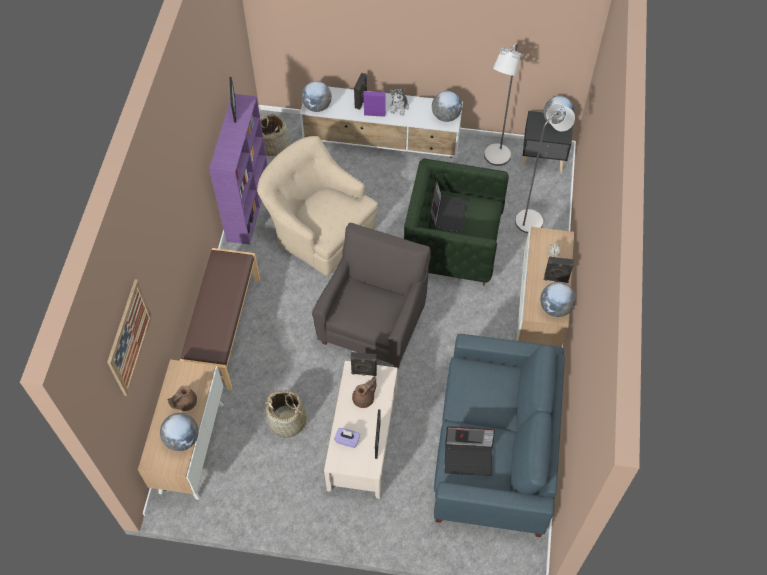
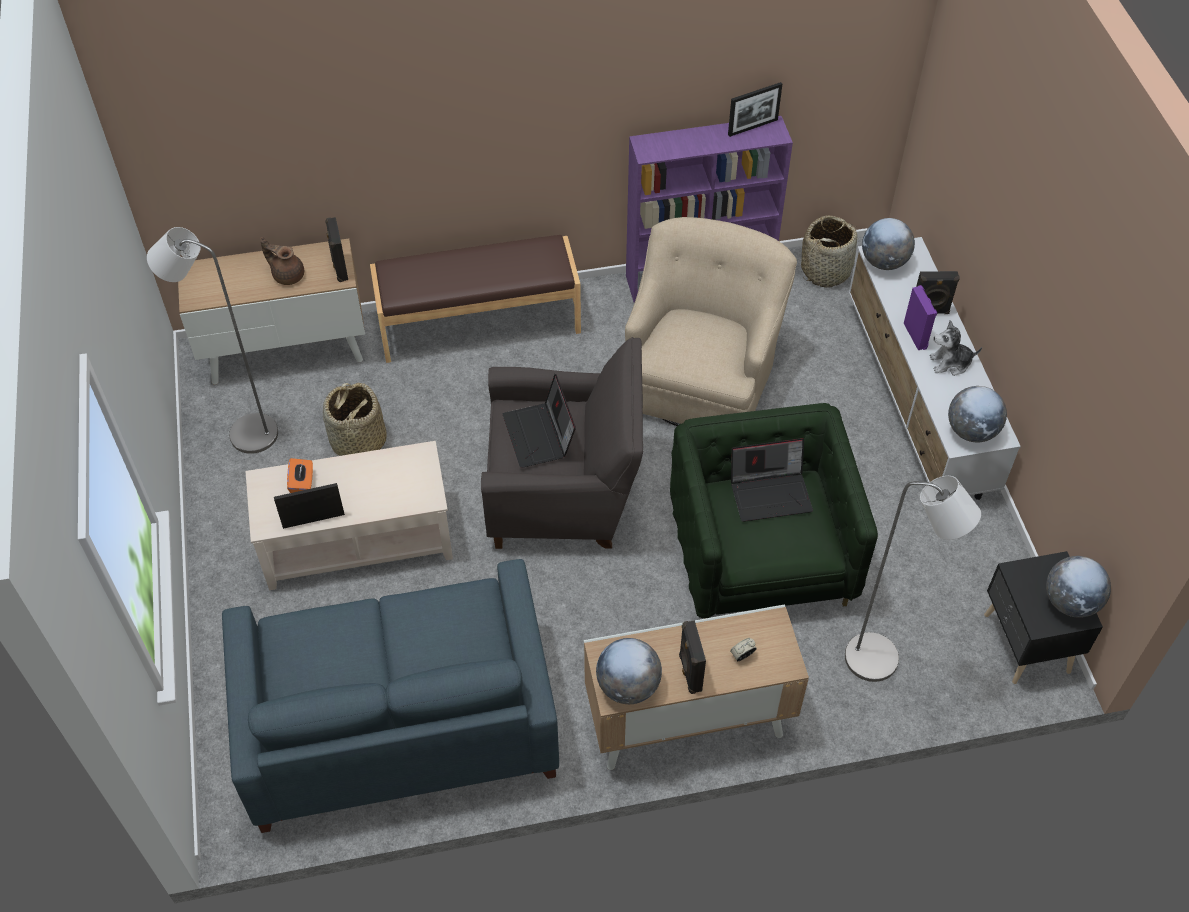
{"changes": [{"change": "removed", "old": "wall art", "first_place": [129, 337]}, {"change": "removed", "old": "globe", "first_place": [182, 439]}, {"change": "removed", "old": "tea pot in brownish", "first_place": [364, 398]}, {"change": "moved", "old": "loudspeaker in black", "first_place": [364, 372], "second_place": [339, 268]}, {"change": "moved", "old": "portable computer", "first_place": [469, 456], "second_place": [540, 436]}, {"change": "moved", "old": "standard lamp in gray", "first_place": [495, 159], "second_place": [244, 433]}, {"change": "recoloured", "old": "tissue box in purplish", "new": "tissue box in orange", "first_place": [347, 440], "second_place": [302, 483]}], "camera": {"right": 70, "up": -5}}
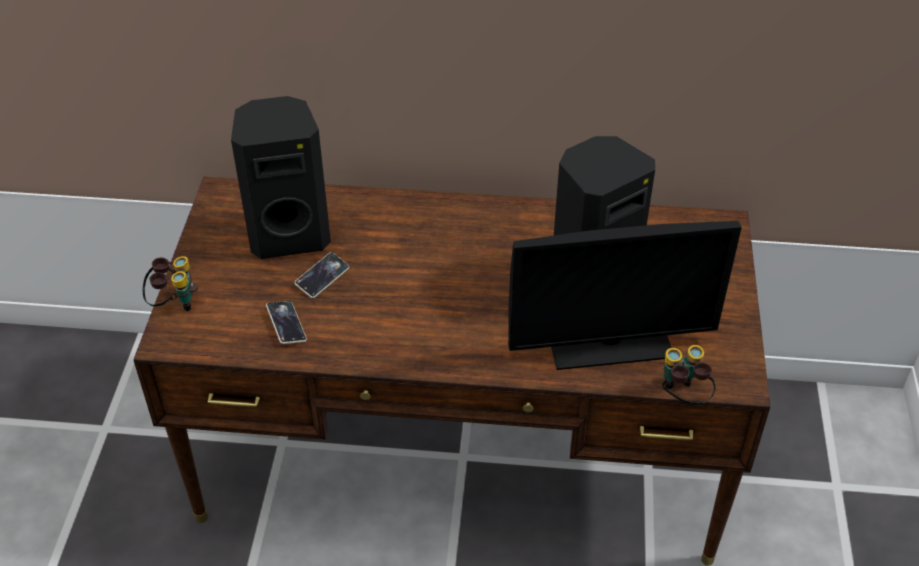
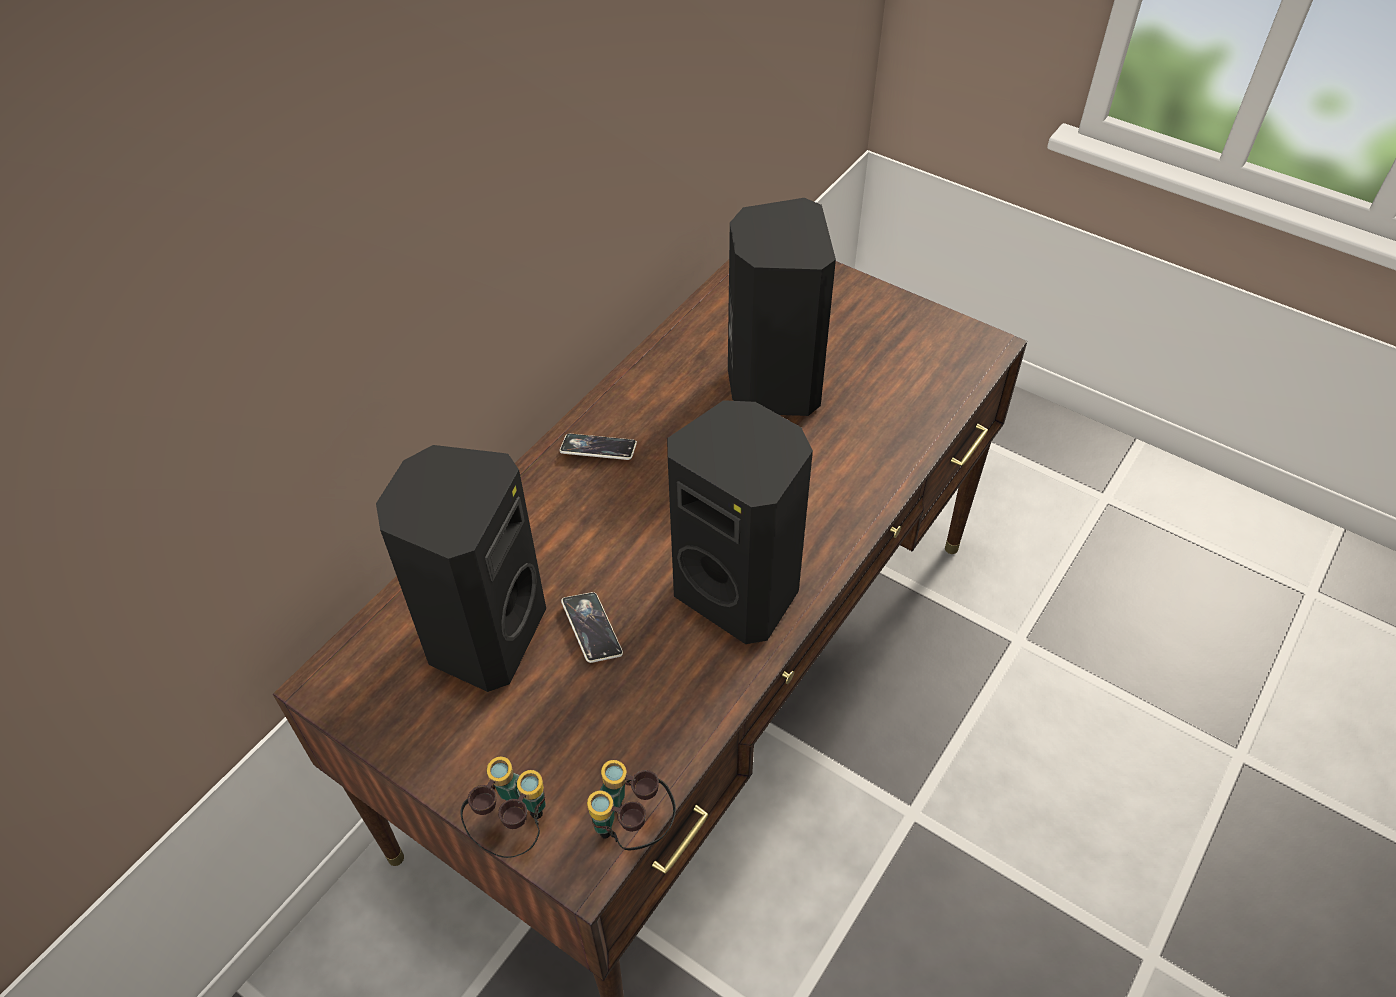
{"changes": [{"change": "removed", "old": "computer screen", "first_place": [609, 343]}, {"change": "added", "new": "loudspeaker in black", "second_place": [740, 591]}, {"change": "moved", "old": "phone", "first_place": [286, 325], "second_place": [598, 450]}, {"change": "moved", "old": "field glasses", "first_place": [682, 397], "second_place": [632, 827]}], "camera": {"right": -60, "up": 5}}
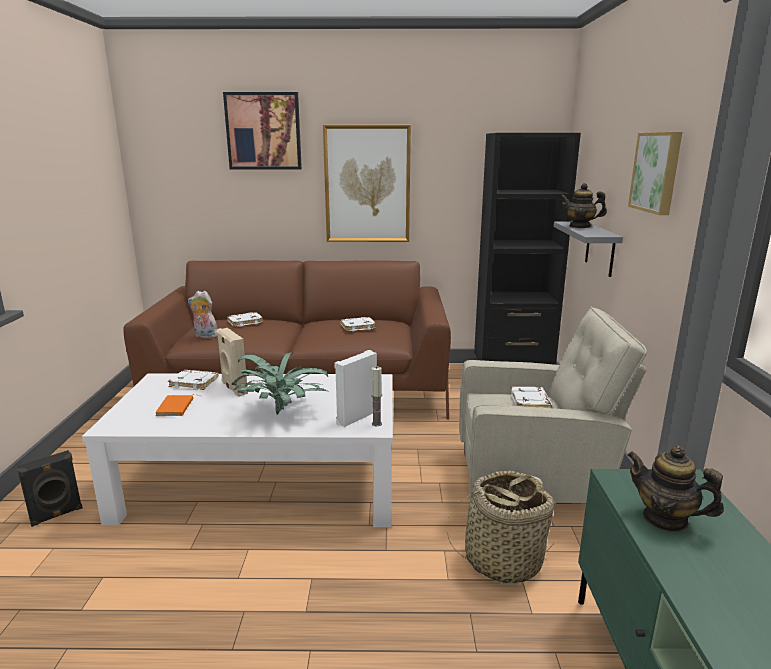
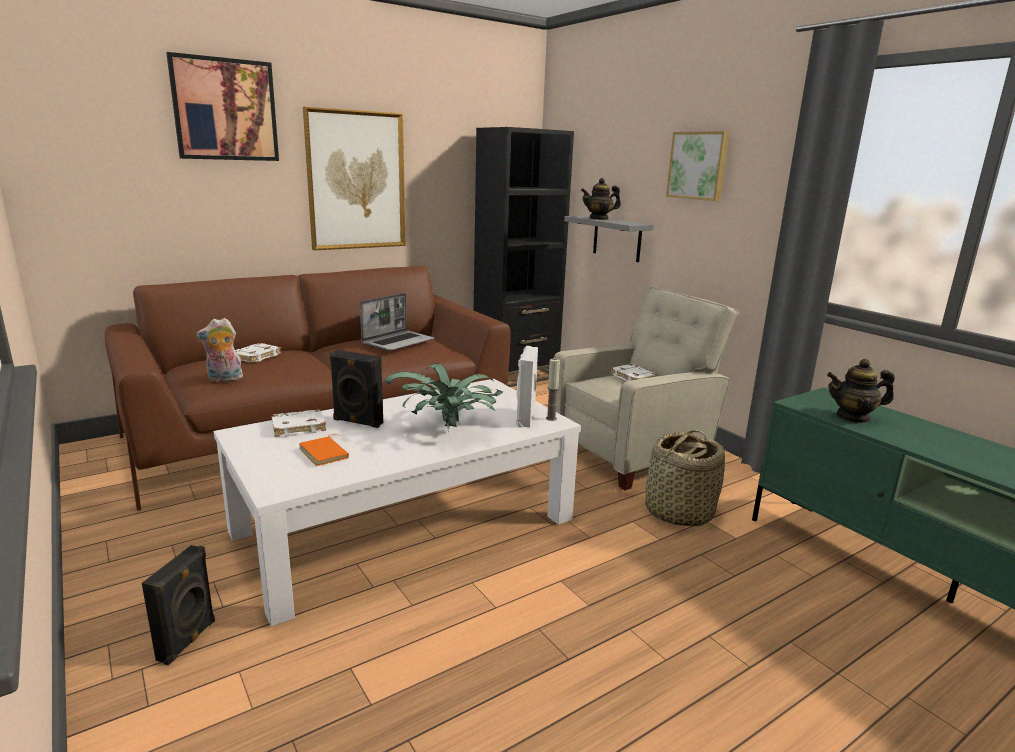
{"changes": [{"change": "replaced", "old": "book in white", "new": "portable computer", "first_place": [358, 326], "second_place": [398, 342]}, {"change": "recoloured", "old": "loudspeaker in sand-coloured", "new": "loudspeaker in black", "first_place": [233, 388], "second_place": [357, 422]}], "camera": {"right": -35, "up": 0}}
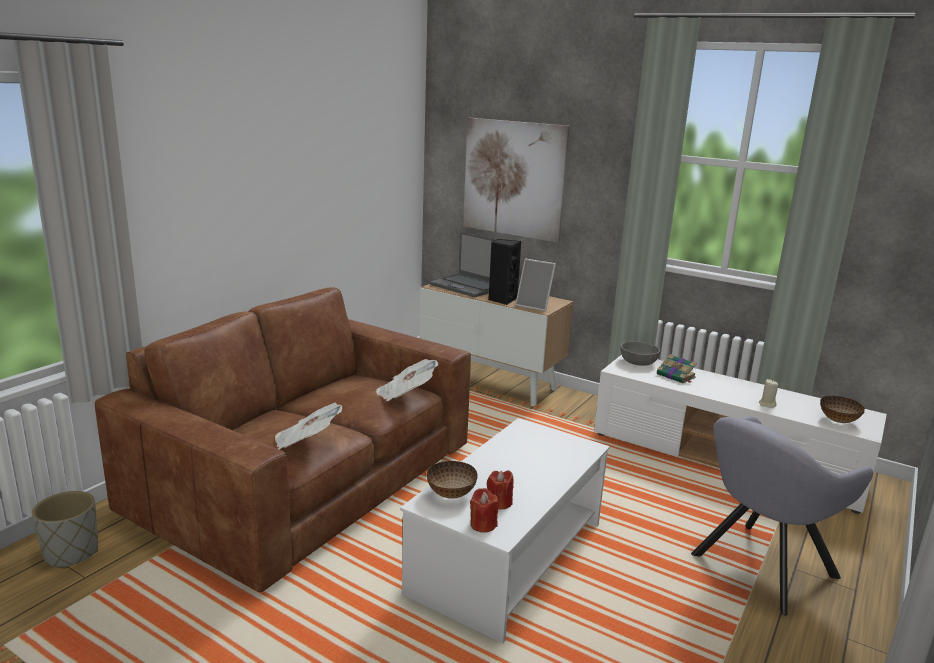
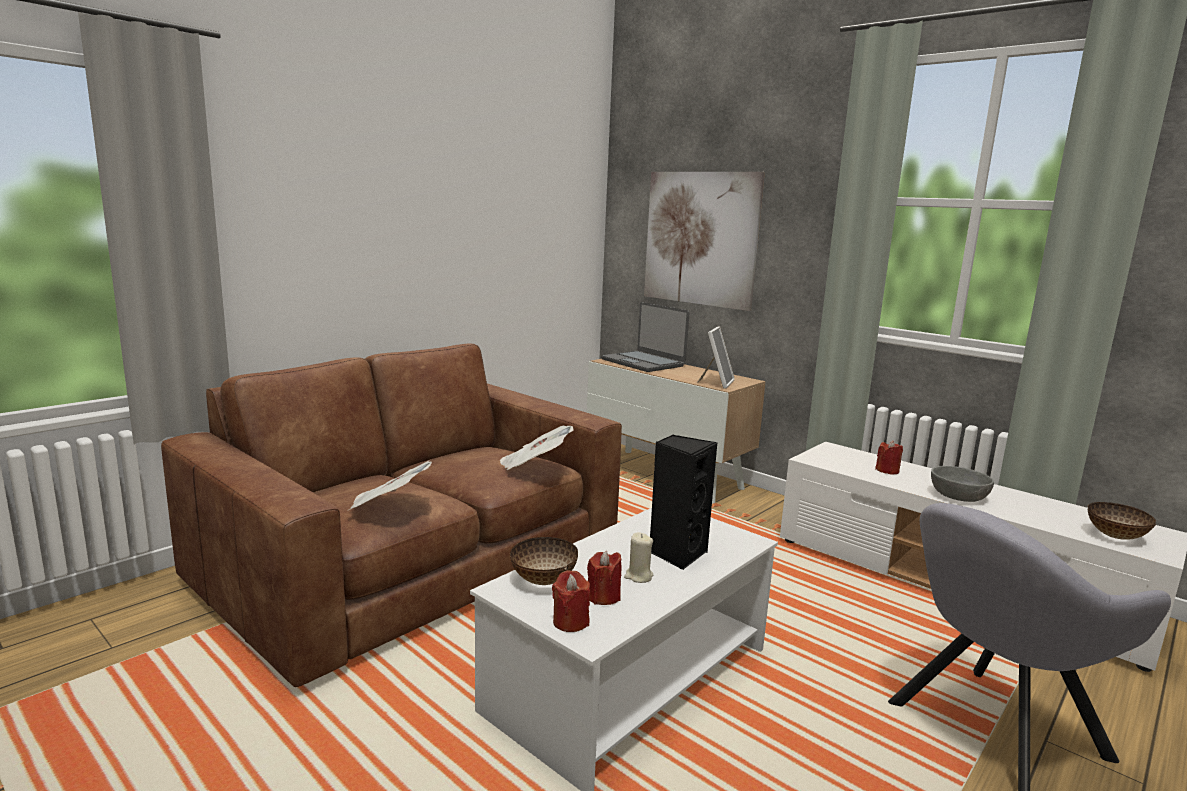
{"changes": [{"change": "removed", "old": "flower pot in gray", "first_place": [71, 553]}, {"change": "moved", "old": "loudspeaker in black", "first_place": [502, 300], "second_place": [676, 554]}, {"change": "moved", "old": "serving bowl in gray", "first_place": [638, 362], "second_place": [958, 496]}, {"change": "moved", "old": "wax candle in sand-coloured", "first_place": [767, 404], "second_place": [638, 576]}, {"change": "replaced", "old": "book", "new": "wax candle in red-coloured", "first_place": [676, 376], "second_place": [887, 471]}, {"change": "turned", "old": "standing frame", "first_place": [534, 306], "second_place": [716, 383], "degrees": -105}], "camera": {"right": 10, "up": -5}}
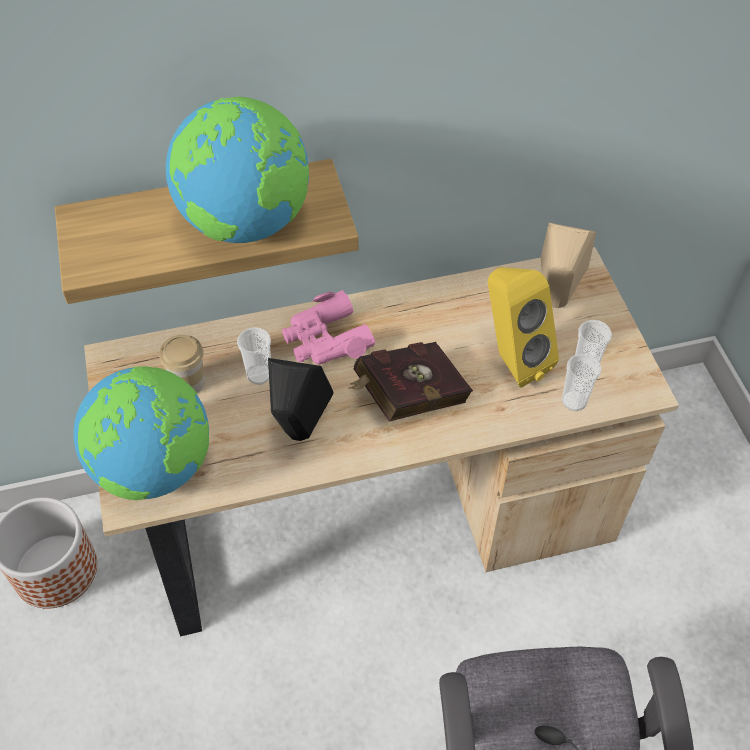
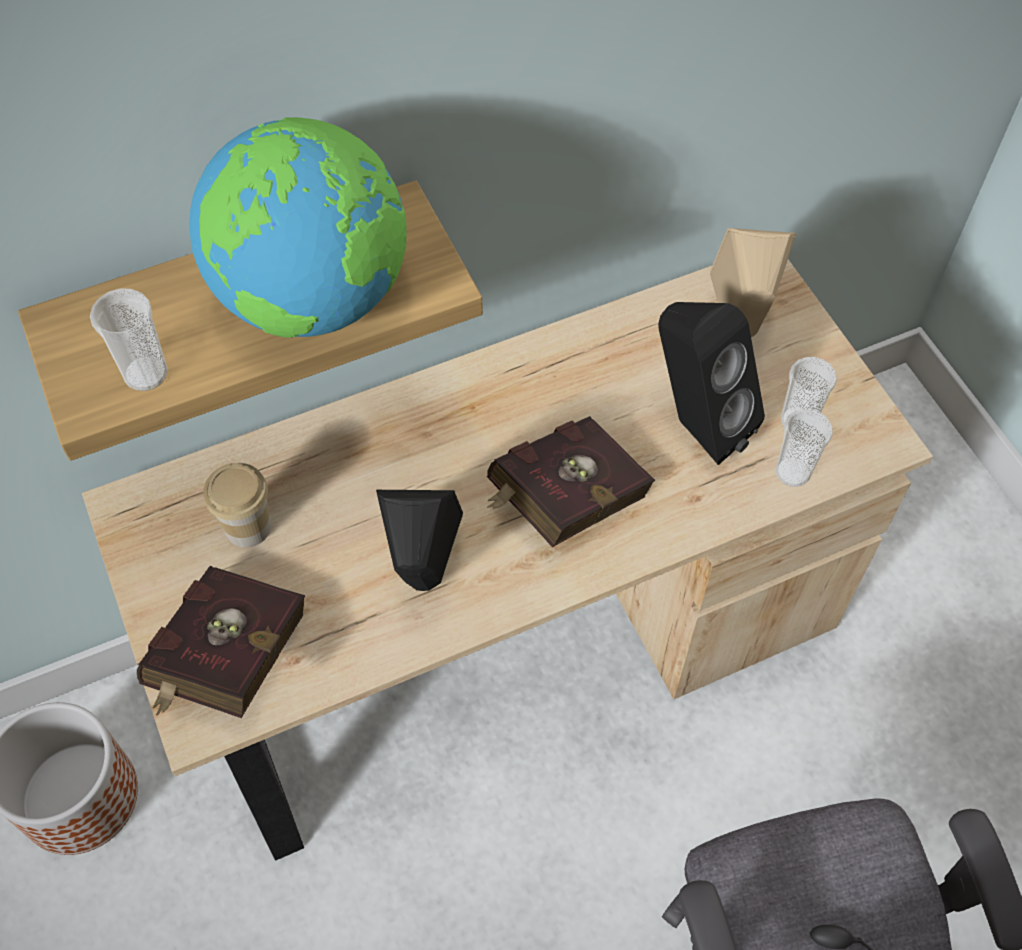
{"changes": [{"change": "removed", "old": "field glasses in pinkish", "first_place": [326, 339]}, {"change": "moved", "old": "cup", "first_place": [259, 375], "second_place": [146, 374]}, {"change": "replaced", "old": "globe", "new": "book in red-coloured", "first_place": [155, 467], "second_place": [227, 662]}, {"change": "recoloured", "old": "loudspeaker in yellowish", "new": "loudspeaker in black", "first_place": [511, 360], "second_place": [695, 425]}], "camera": {"right": -10, "up": 5}}
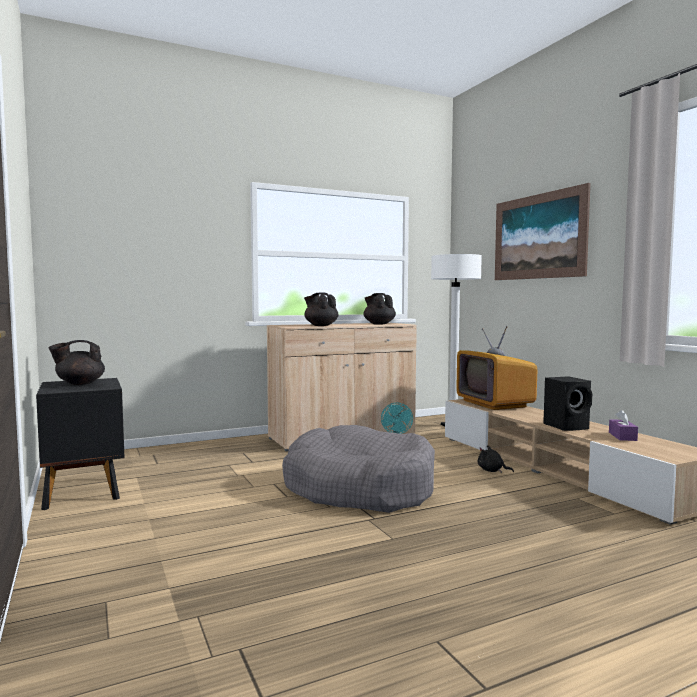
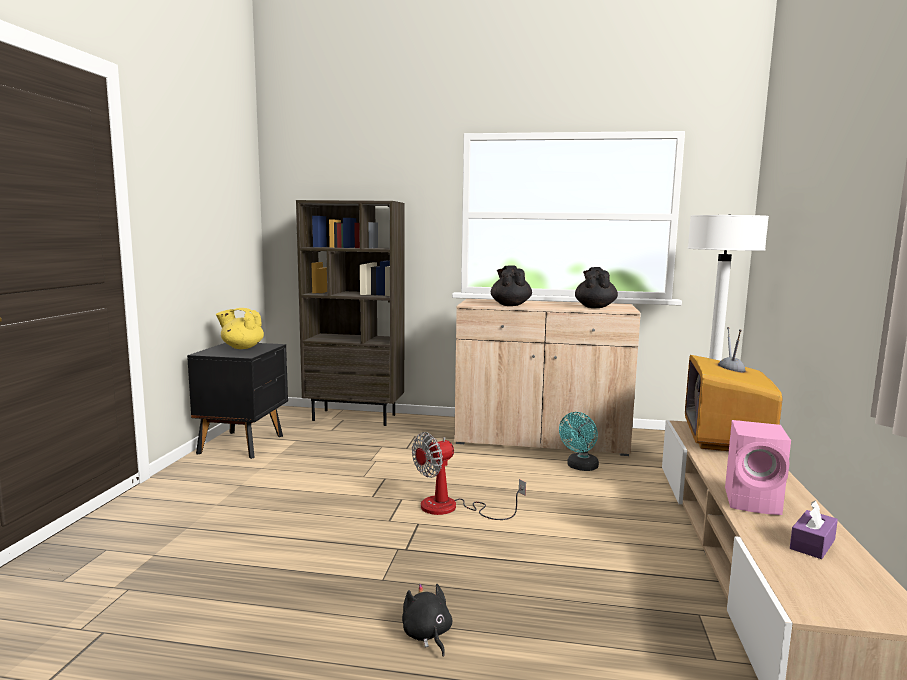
{"changes": [{"change": "removed", "old": "wall art", "first_place": [538, 236]}, {"change": "added", "new": "bookshelf in brownish", "second_place": [355, 417]}, {"change": "moved", "old": "plush toy in black", "first_place": [492, 471], "second_place": [427, 635]}, {"change": "replaced", "old": "dog cushion in gray", "new": "electric fan", "first_place": [359, 488], "second_place": [452, 508]}, {"change": "recoloured", "old": "tea pot in black", "new": "tea pot in yellowish", "first_place": [79, 383], "second_place": [242, 347]}, {"change": "recoloured", "old": "loudspeaker in black", "new": "loudspeaker in pinkish", "first_place": [567, 426], "second_place": [754, 502]}], "camera": {"right": 35, "up": 5}}
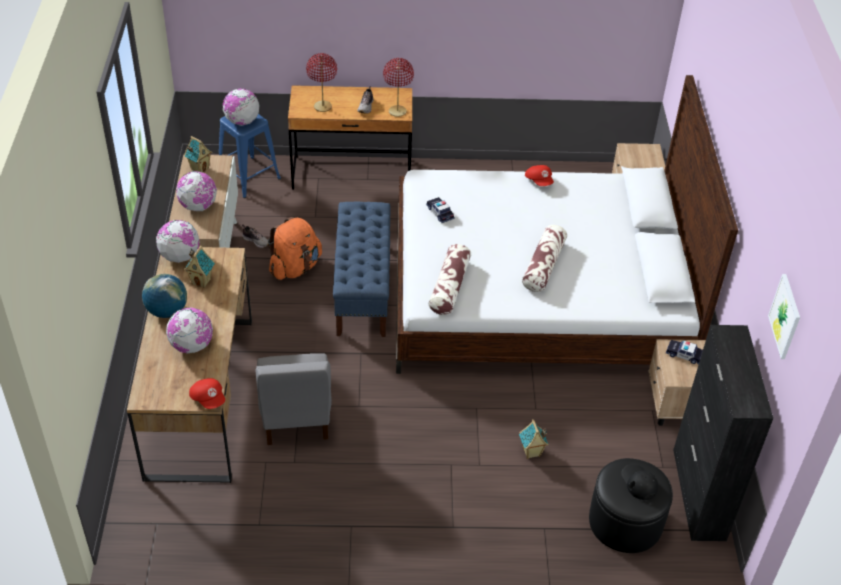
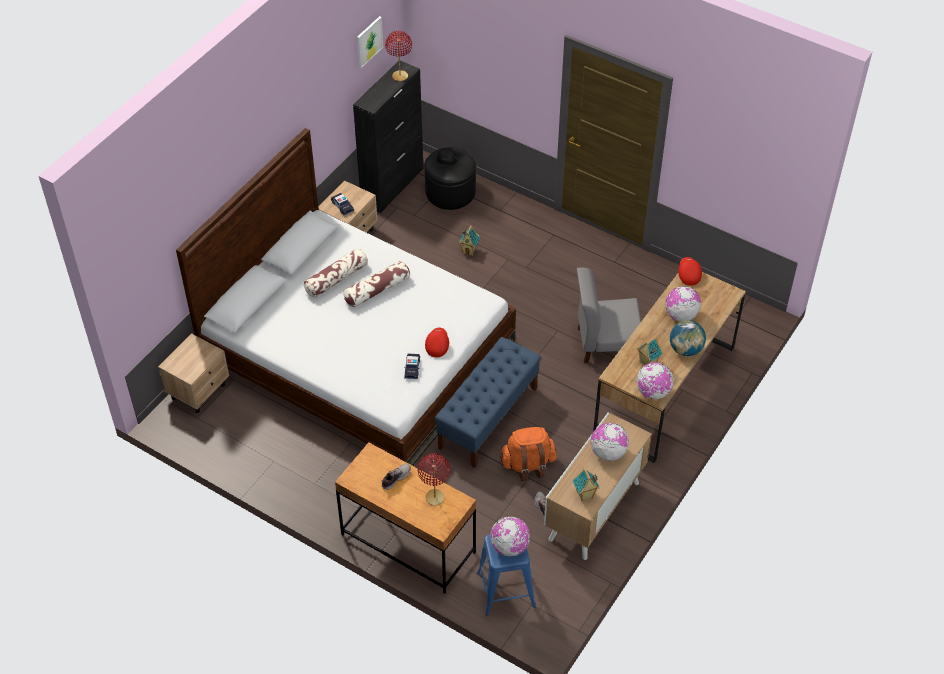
{"changes": [{"change": "moved", "old": "table lamp in red-coloured", "first_place": [397, 111], "second_place": [400, 76]}, {"change": "moved", "old": "throw pillow", "first_place": [449, 287], "second_place": [336, 279]}, {"change": "moved", "old": "cap in red-coloured", "first_place": [539, 181], "second_place": [437, 345]}, {"change": "turned", "old": "plain chair in gray", "first_place": [295, 416], "second_place": [606, 343], "degrees": -120}], "camera": {"right": -145, "up": 5}}
